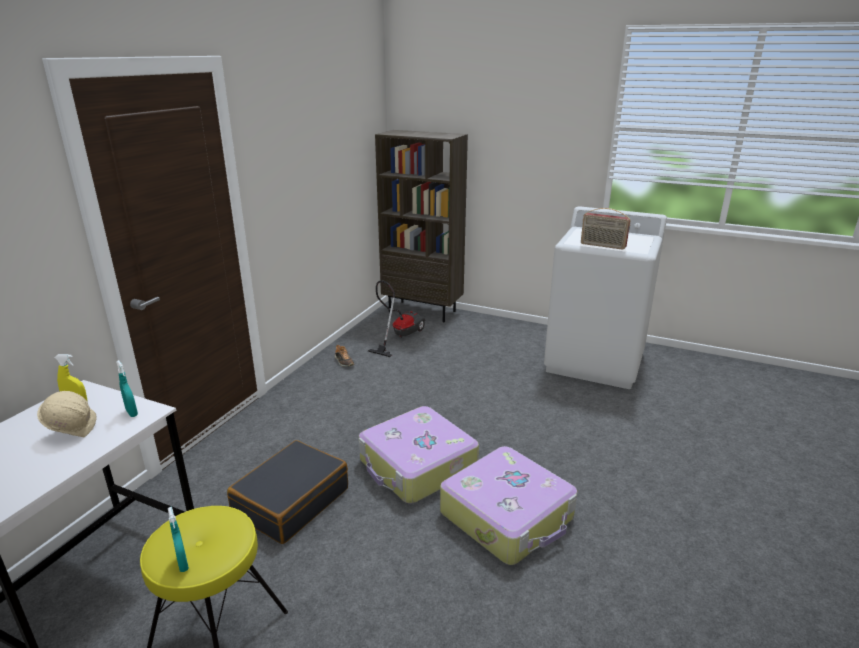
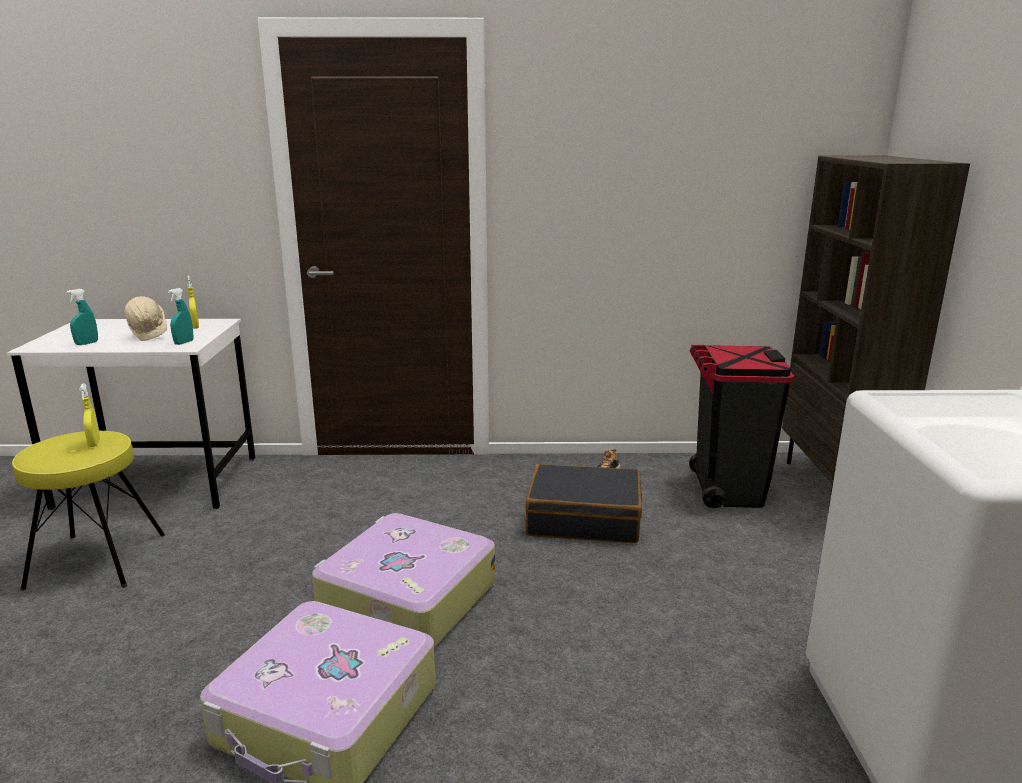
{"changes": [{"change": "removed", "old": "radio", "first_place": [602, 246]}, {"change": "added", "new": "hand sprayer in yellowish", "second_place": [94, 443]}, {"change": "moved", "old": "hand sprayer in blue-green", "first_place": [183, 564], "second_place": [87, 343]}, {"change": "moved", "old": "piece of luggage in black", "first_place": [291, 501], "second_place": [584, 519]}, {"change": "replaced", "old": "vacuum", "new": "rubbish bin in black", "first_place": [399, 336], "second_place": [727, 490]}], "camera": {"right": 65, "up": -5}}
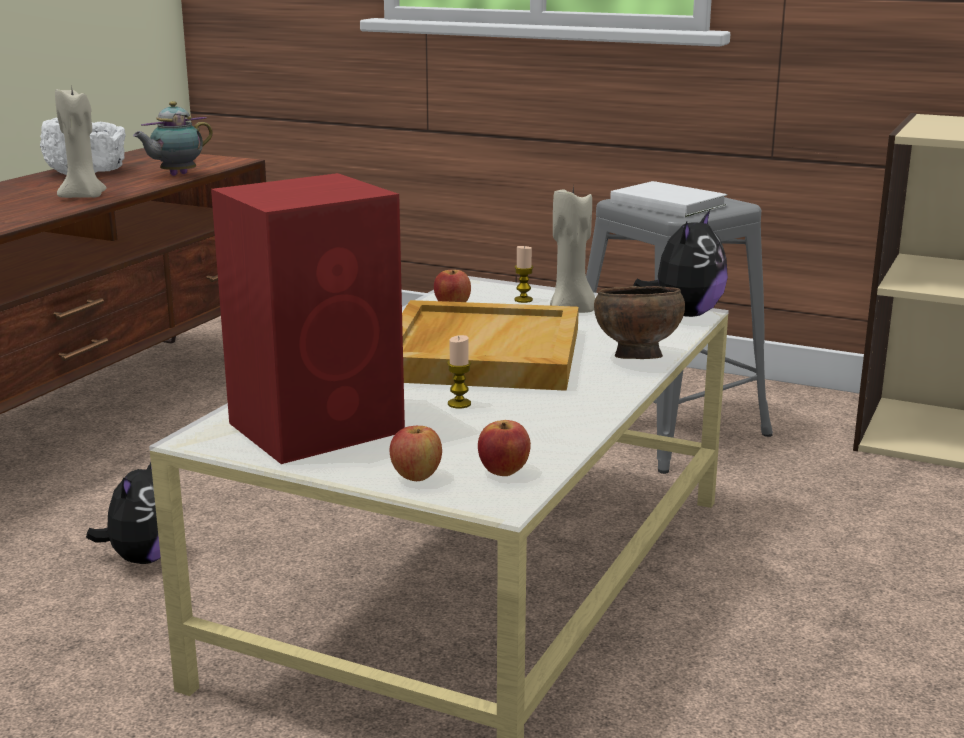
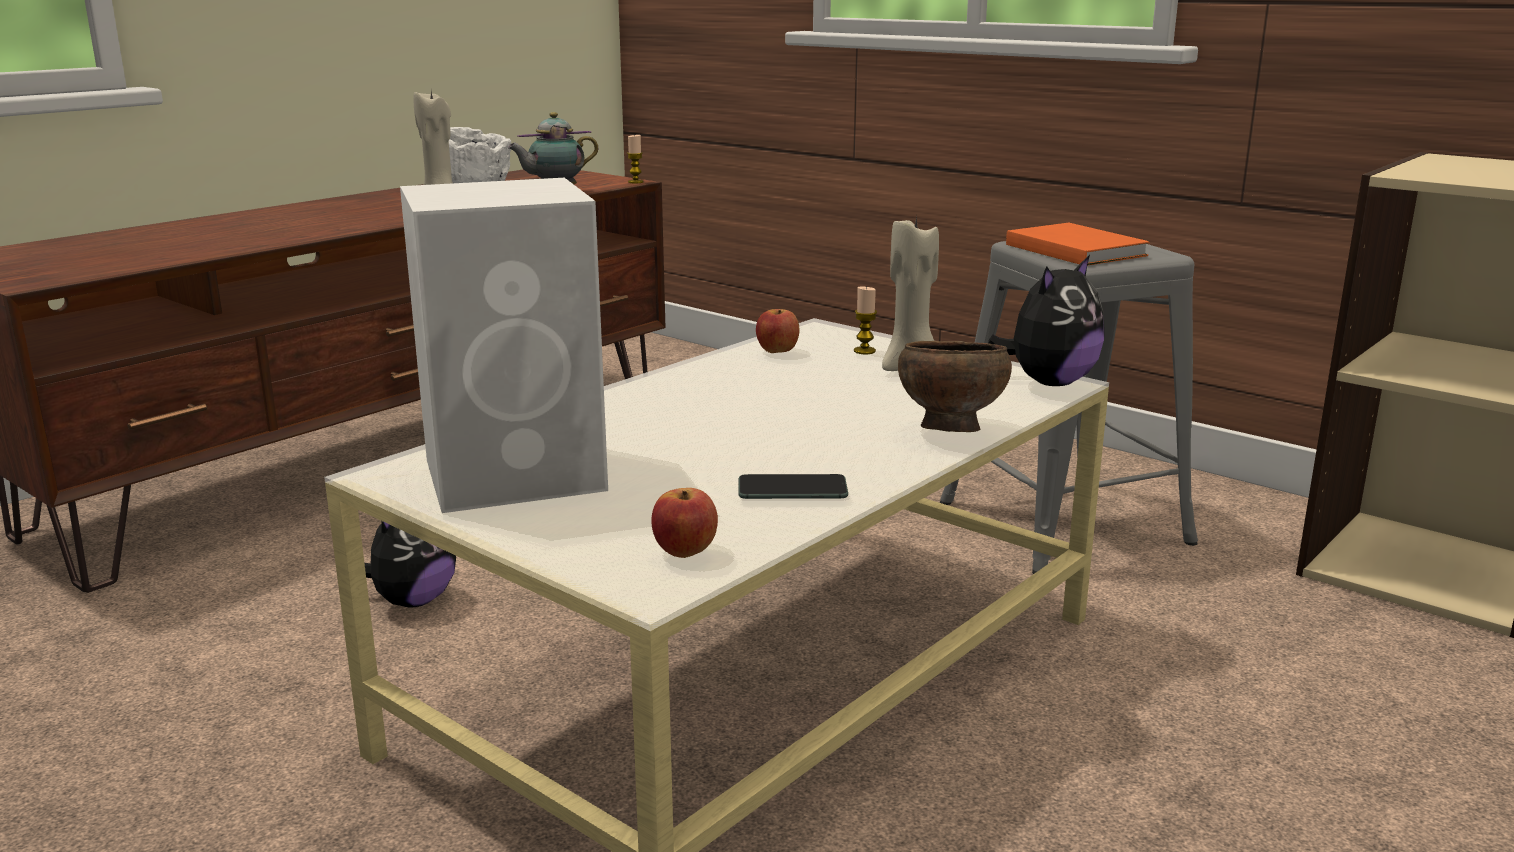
{"changes": [{"change": "removed", "old": "apple fruit", "first_place": [416, 477]}, {"change": "removed", "old": "tray in sand-coloured", "first_place": [480, 353]}, {"change": "added", "new": "phone", "second_place": [792, 489]}, {"change": "moved", "old": "wax candle", "first_place": [459, 404], "second_place": [635, 182]}, {"change": "recoloured", "old": "loudspeaker in red-coloured", "new": "loudspeaker in white", "first_place": [320, 426], "second_place": [520, 474]}, {"change": "recoloured", "old": "book in white", "new": "book in orange", "first_place": [666, 203], "second_place": [1074, 249]}], "camera": {"right": 15, "up": 0}}
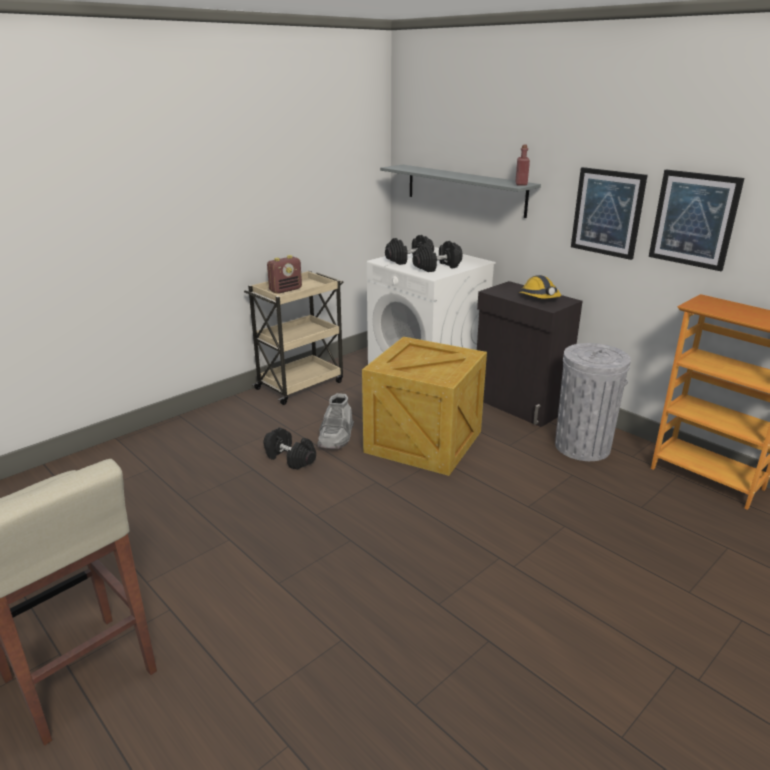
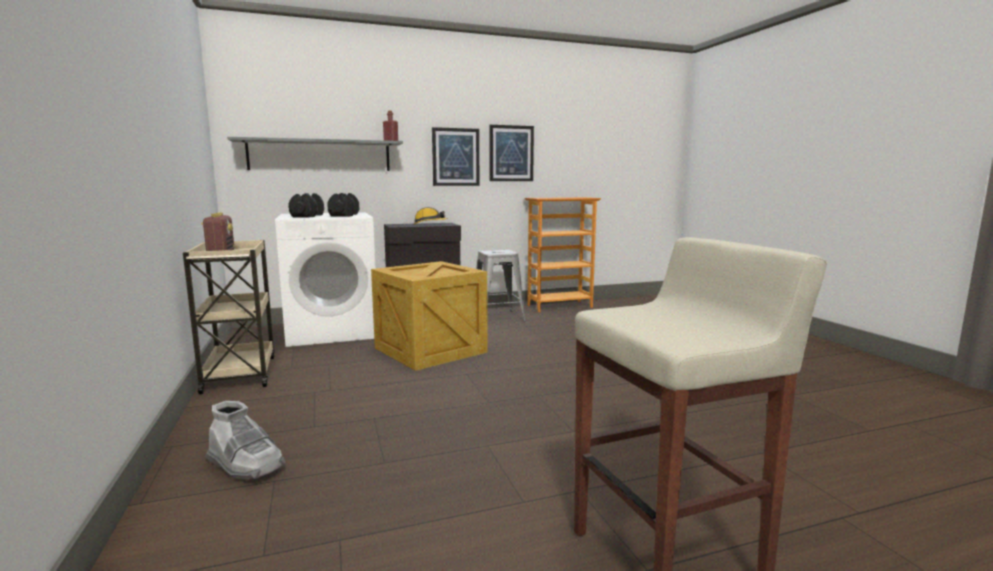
{"changes": [{"change": "removed", "old": "free weight in black", "first_place": [289, 458]}, {"change": "moved", "old": "boot in gray", "first_place": [336, 437], "second_place": [246, 465]}, {"change": "replaced", "old": "rubbish bin in gray", "new": "stool seat in gray", "first_place": [582, 446], "second_place": [497, 318]}], "camera": {"right": -65, "up": -15}}
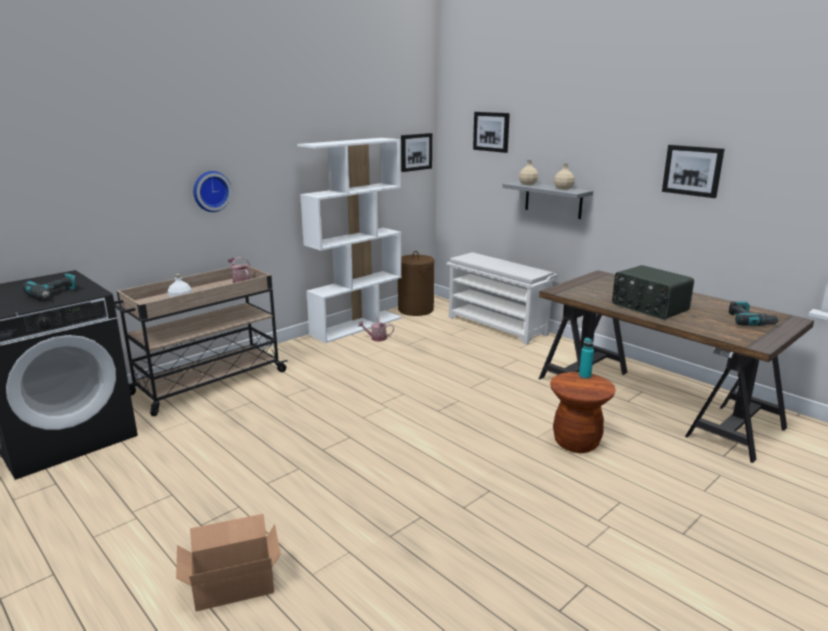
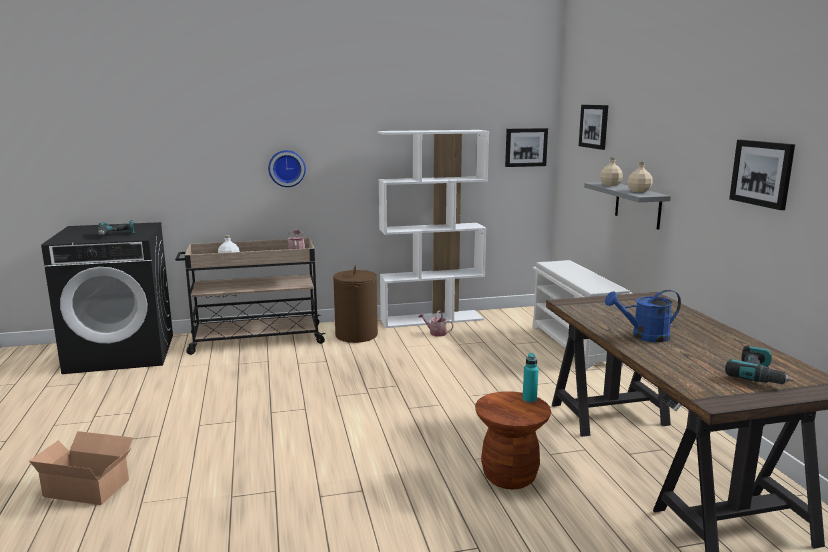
{"changes": [{"change": "moved", "old": "washing basket in brownish", "first_place": [415, 309], "second_place": [356, 335]}, {"change": "replaced", "old": "radio", "new": "sprinkling can in blue", "first_place": [649, 307], "second_place": [644, 336]}], "camera": {"right": 30, "up": -5}}
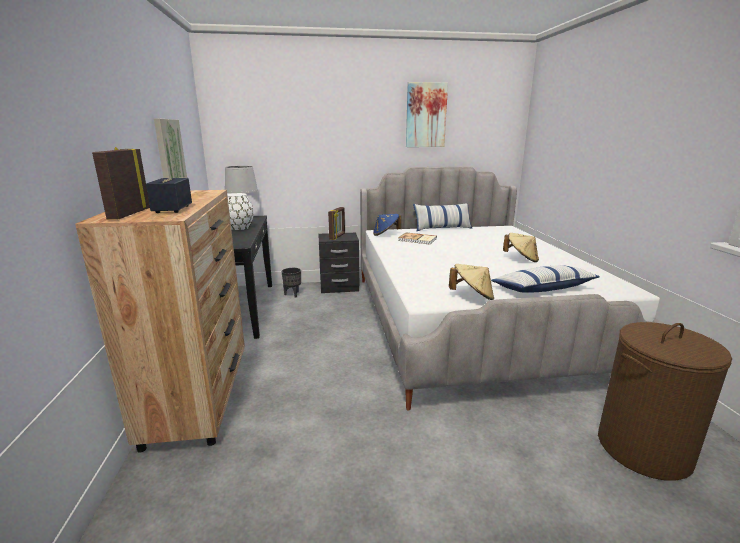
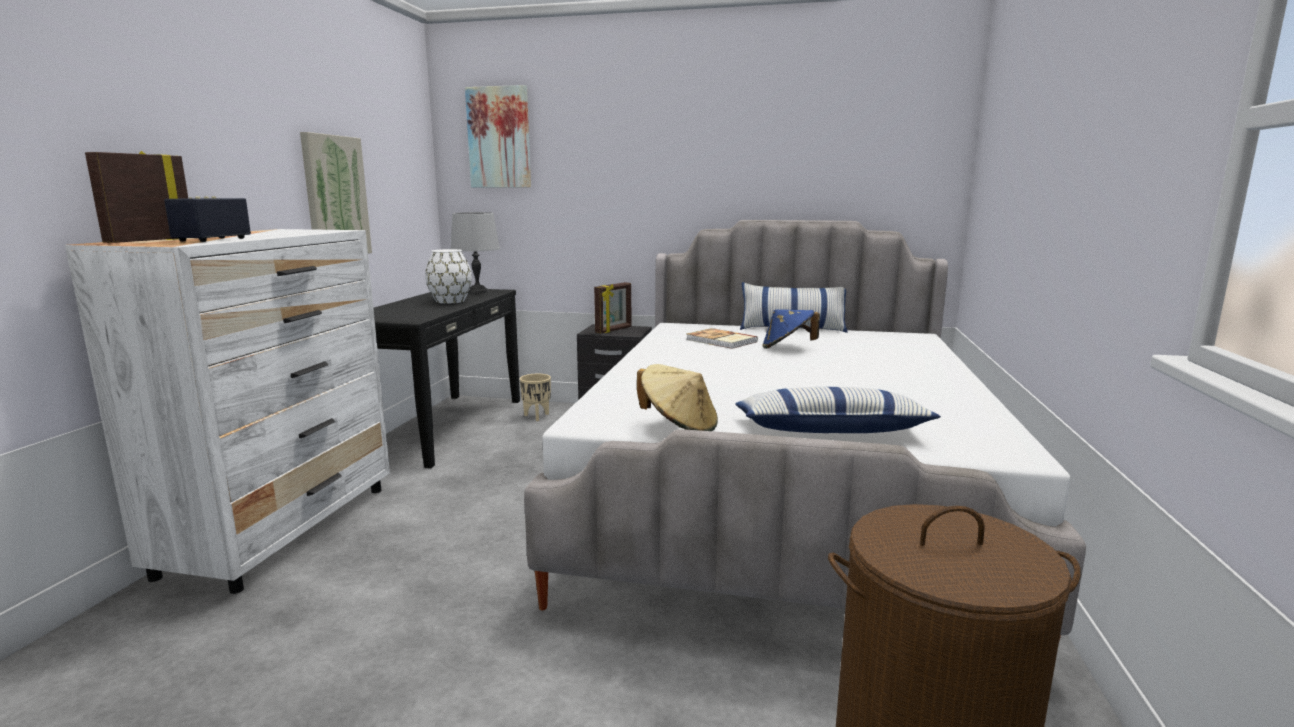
{"changes": [{"change": "removed", "old": "clothing hat in sand-coloured", "first_place": [521, 259]}, {"change": "moved", "old": "clothing hat in blue", "first_place": [386, 234], "second_place": [787, 348]}, {"change": "moved", "old": "wall art", "first_place": [426, 115], "second_place": [499, 138]}, {"change": "recoloured", "old": "chest of drawers in brownish", "new": "chest of drawers in white", "first_place": [199, 396], "second_place": [283, 528]}, {"change": "recoloured", "old": "flower pot in black", "new": "flower pot in sand-coloured", "first_place": [293, 294], "second_place": [537, 416]}], "camera": {"right": 20, "up": -5}}
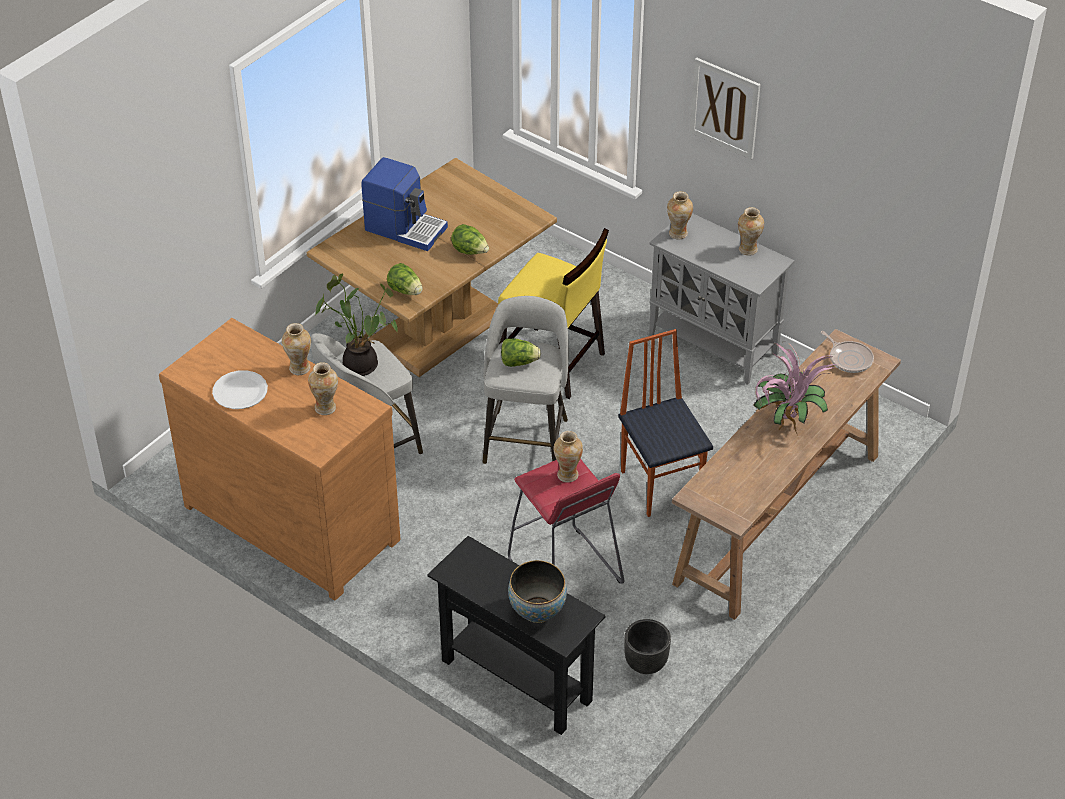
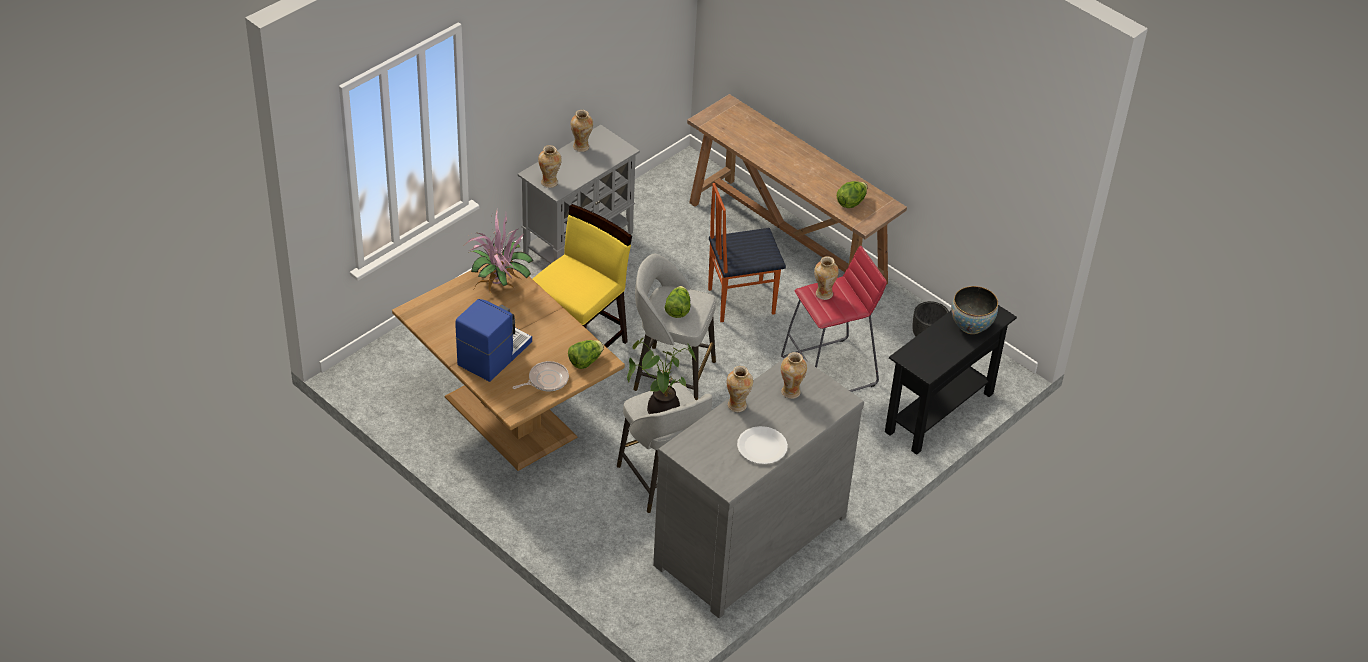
{"changes": [{"change": "removed", "old": "wall art", "first_place": [725, 108]}, {"change": "moved", "old": "head of lettuce", "first_place": [470, 251], "second_place": [851, 202]}, {"change": "moved", "old": "potted plant", "first_place": [786, 422], "second_place": [499, 285]}, {"change": "moved", "old": "skillet", "first_place": [849, 358], "second_place": [546, 380]}, {"change": "recoloured", "old": "chest of drawers in brownish", "new": "chest of drawers in gray", "first_place": [294, 520], "second_place": [747, 539]}], "camera": {"right": -85, "up": 0}}
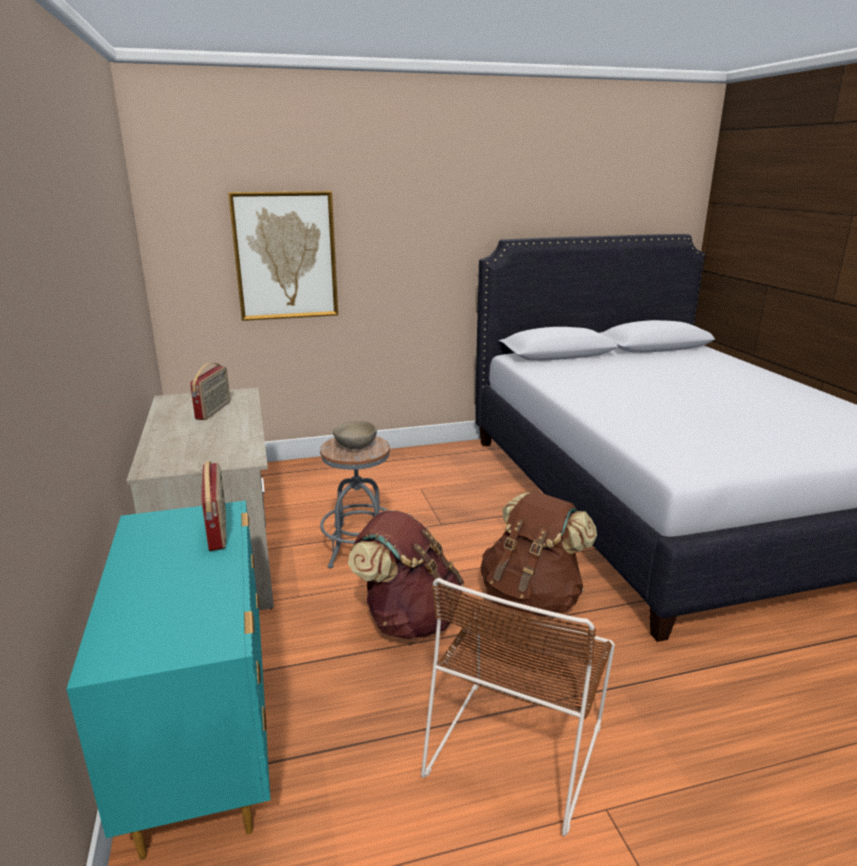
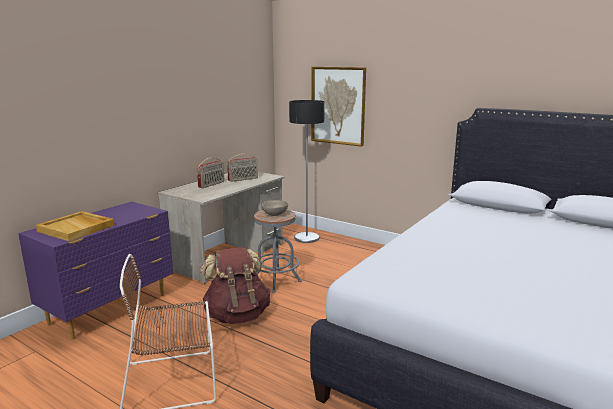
{"changes": [{"change": "removed", "old": "knapsack in brownish", "first_place": [531, 599]}, {"change": "added", "new": "tray in sand-coloured", "second_place": [77, 228]}, {"change": "added", "new": "standard lamp", "second_place": [307, 238]}, {"change": "moved", "old": "radio", "first_place": [218, 530], "second_place": [212, 184]}, {"change": "recoloured", "old": "chest of drawers in blue-green", "new": "chest of drawers in purplish", "first_place": [205, 742], "second_place": [111, 309]}], "camera": {"right": 50, "up": -5}}
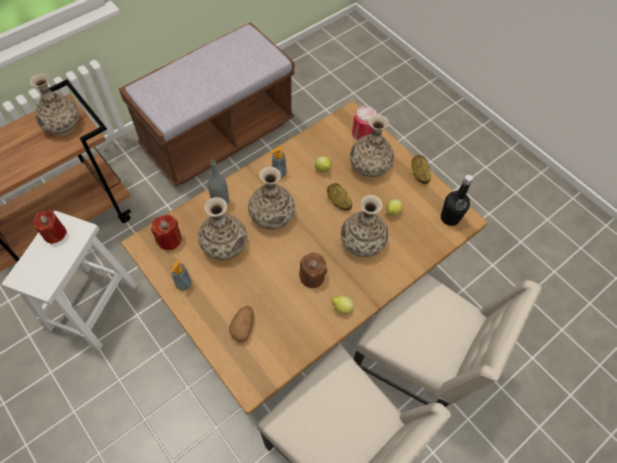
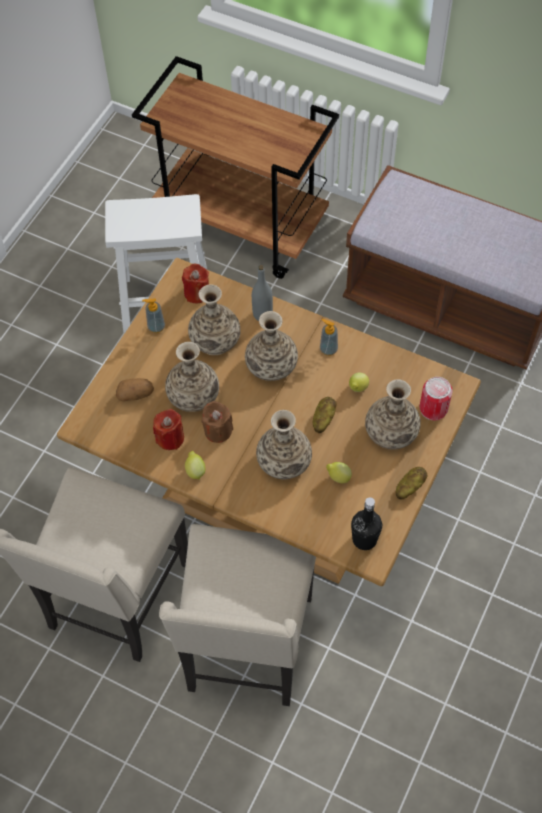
{"changes": [{"change": "moved", "old": "flower vase", "first_place": [62, 125], "second_place": [193, 395]}, {"change": "moved", "old": "wax candle in red-coloured", "first_place": [54, 233], "second_place": [170, 438]}], "camera": {"right": 70, "up": 0}}
